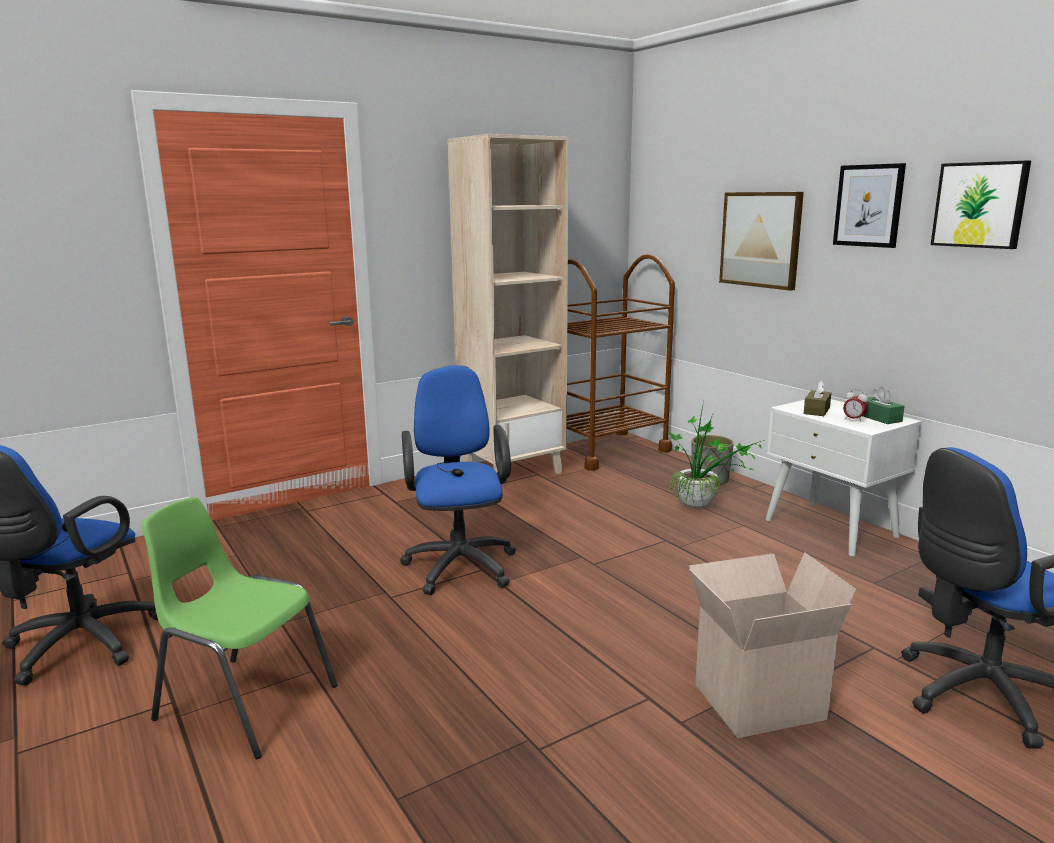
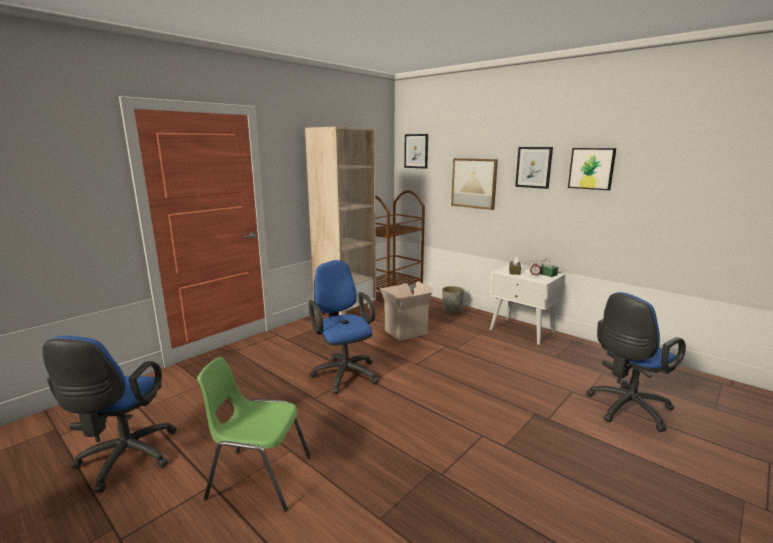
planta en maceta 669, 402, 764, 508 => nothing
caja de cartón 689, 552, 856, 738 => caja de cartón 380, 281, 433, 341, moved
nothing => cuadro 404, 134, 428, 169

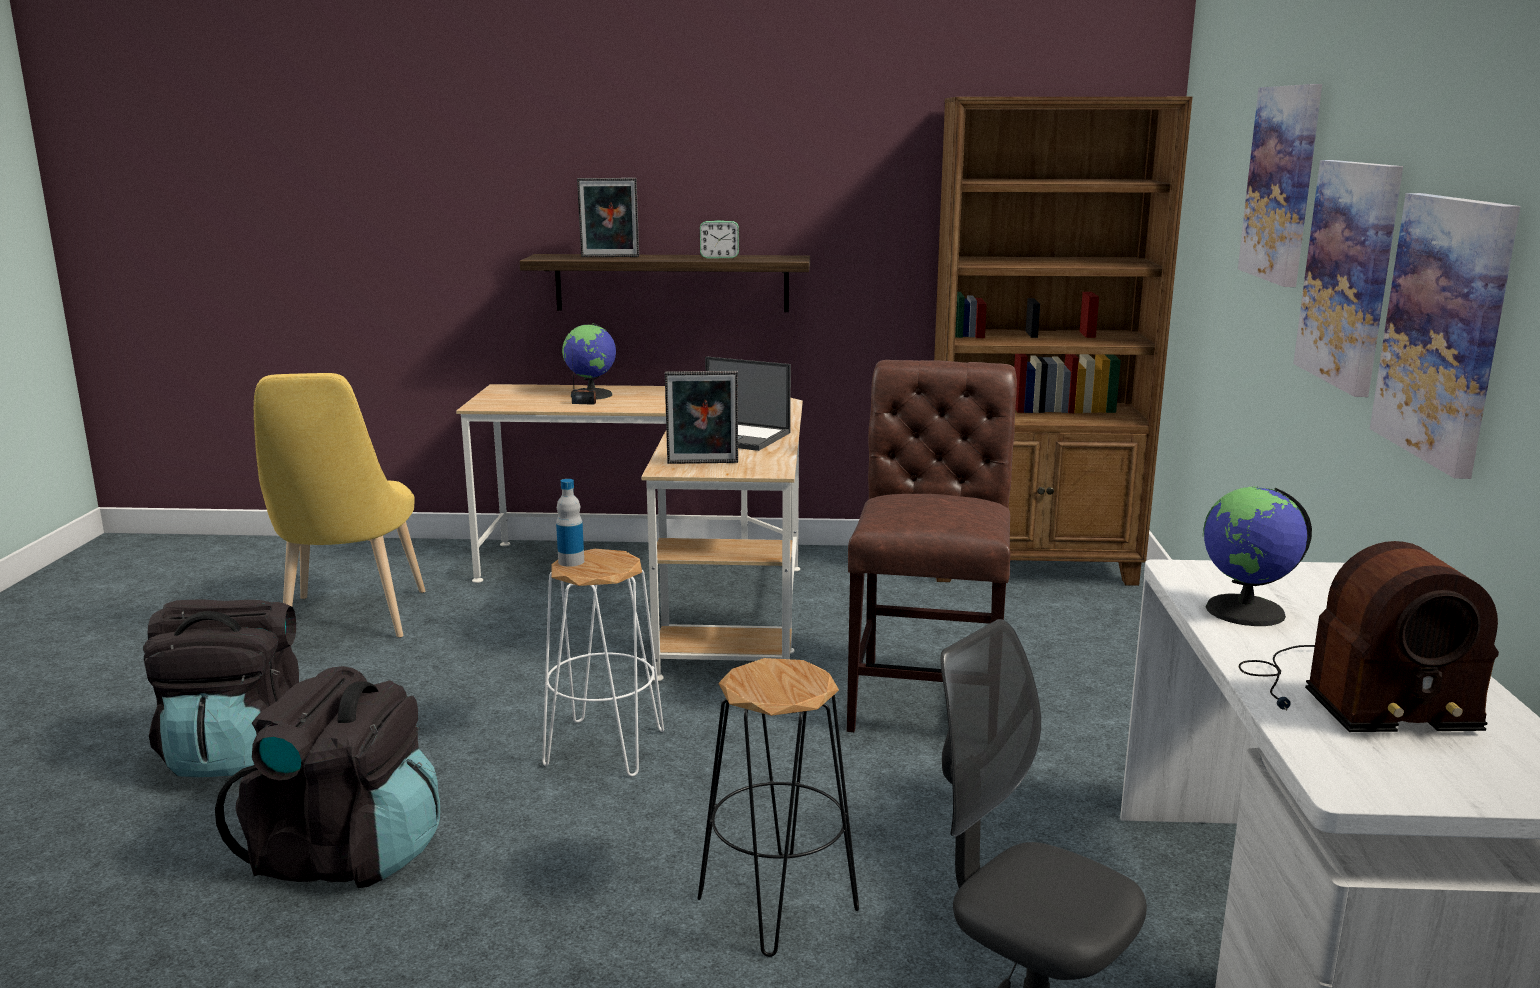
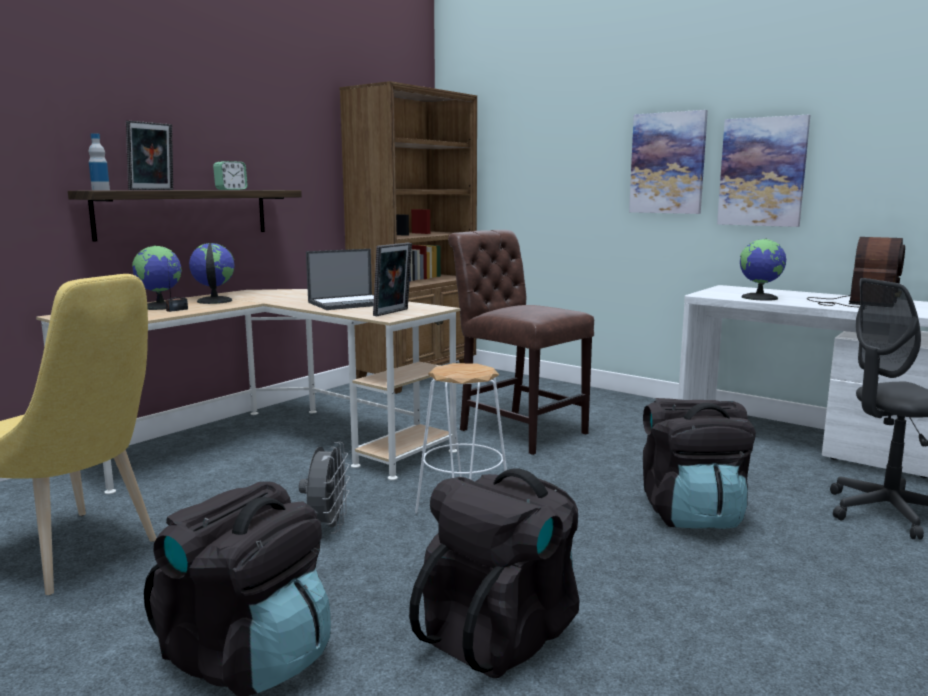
botella 556, 479, 584, 567 => botella 89, 133, 110, 190, moved
taburete/negro 697, 658, 859, 957 => mochila/negro 643, 398, 756, 529
cuadro 1238, 84, 1322, 287 => nothing
nothing => globo terráqueo 189, 243, 234, 304
nothing => ventilador/gris 299, 442, 350, 534

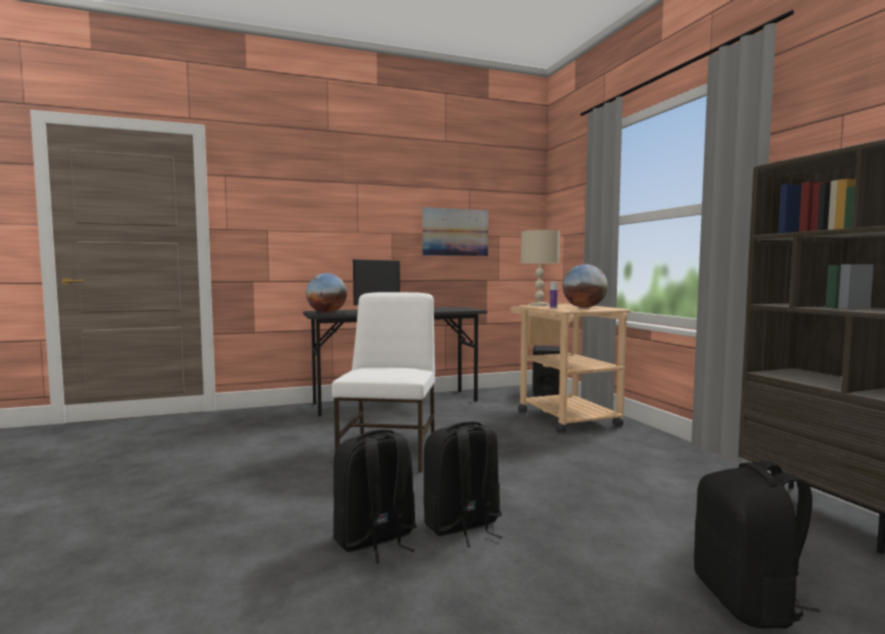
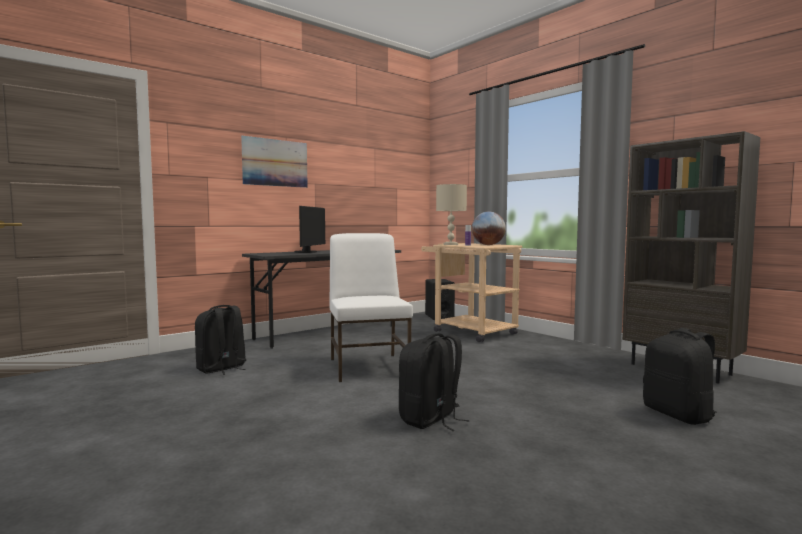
globo terráqueo 306, 273, 347, 313 => nothing
cuadro 422, 207, 488, 256 => cuadro 241, 136, 308, 188, moved
mochila/negro 424, 421, 503, 547 => mochila/negro 195, 305, 247, 375, moved

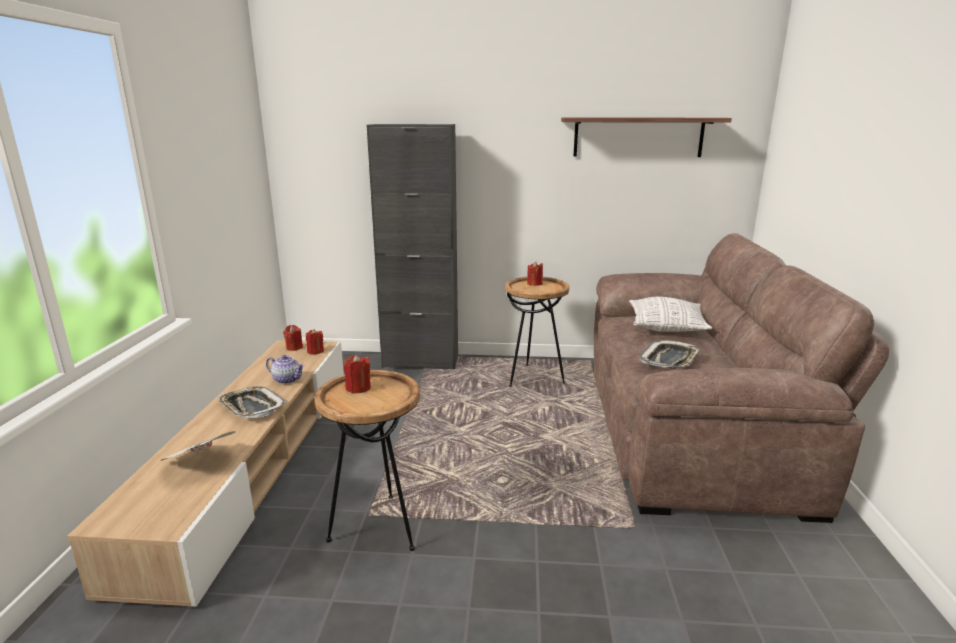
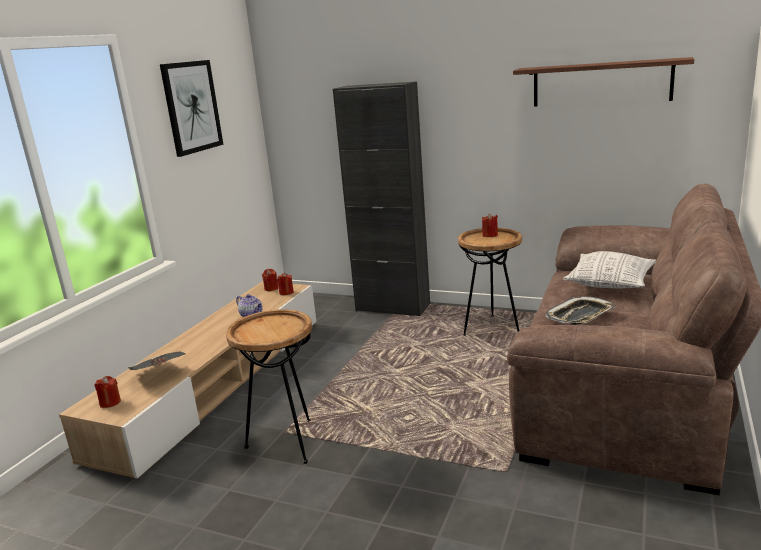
bandeja 217, 386, 286, 418 => nothing
vela/rojo 344, 354, 371, 393 => vela/rojo 95, 376, 121, 408, moved
nothing => cuadro 160, 60, 224, 157

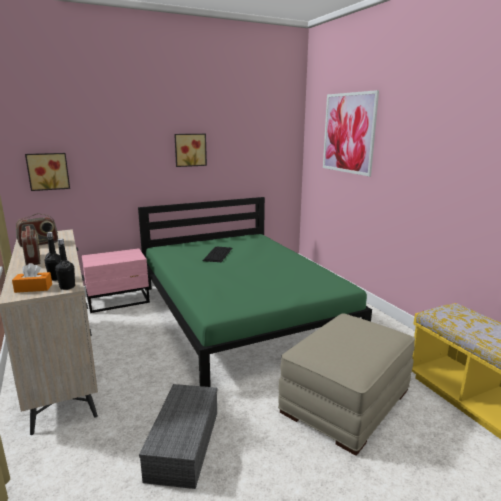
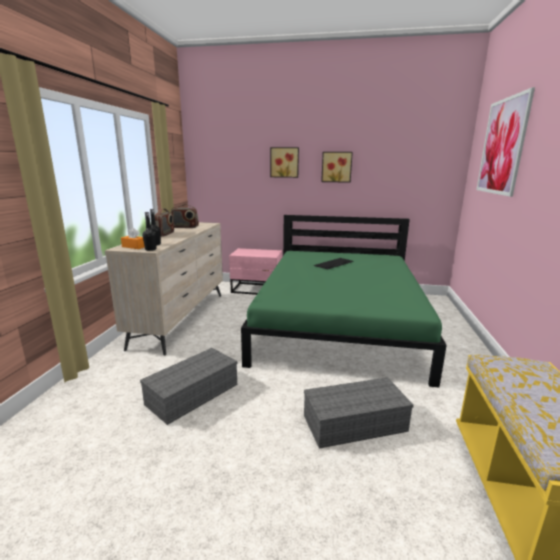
cuadro 25, 153, 70, 191 => cuadro 270, 147, 299, 178, moved
puf/beis 278, 313, 415, 456 => caja de almacenaje/gris 304, 378, 414, 448

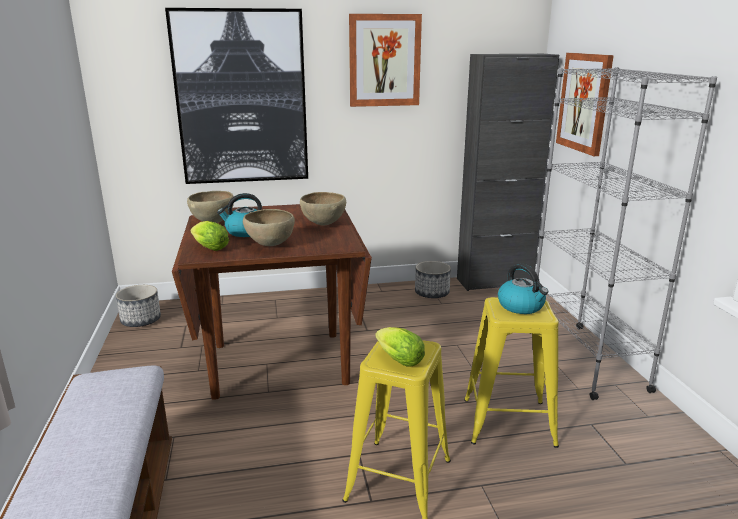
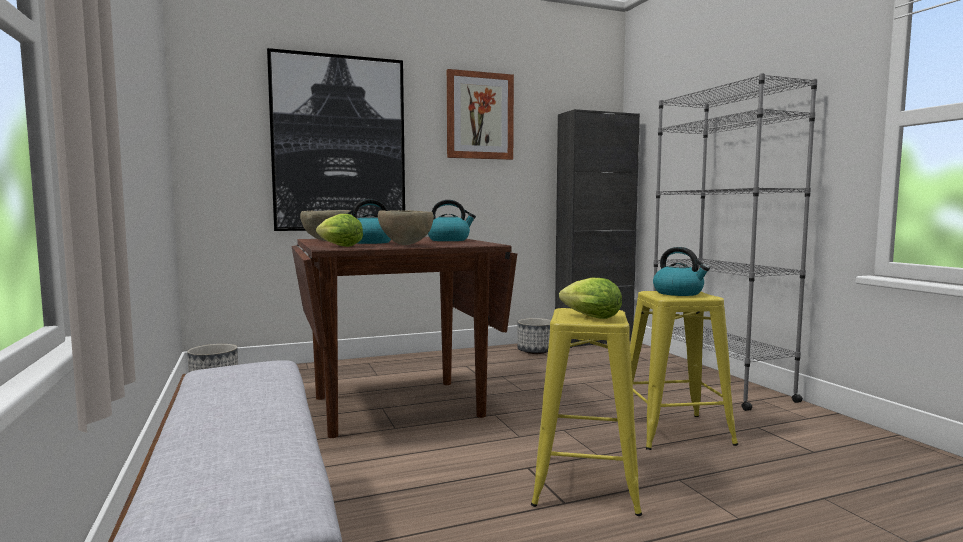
cuenco/marrón 300, 192, 346, 225 => hervidor 428, 200, 476, 241
cuadro 556, 53, 614, 156 => nothing

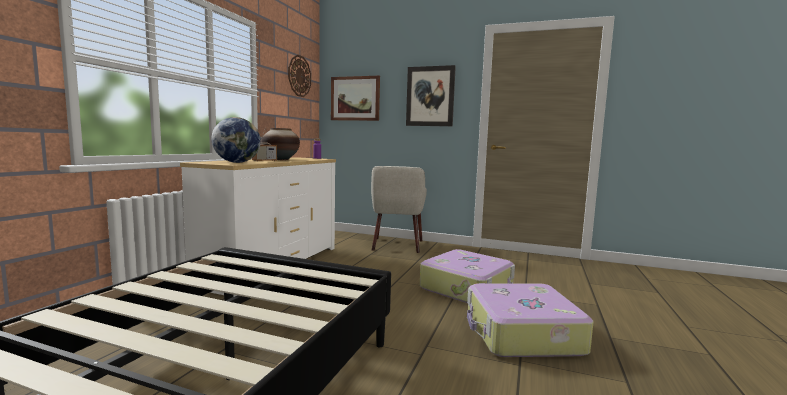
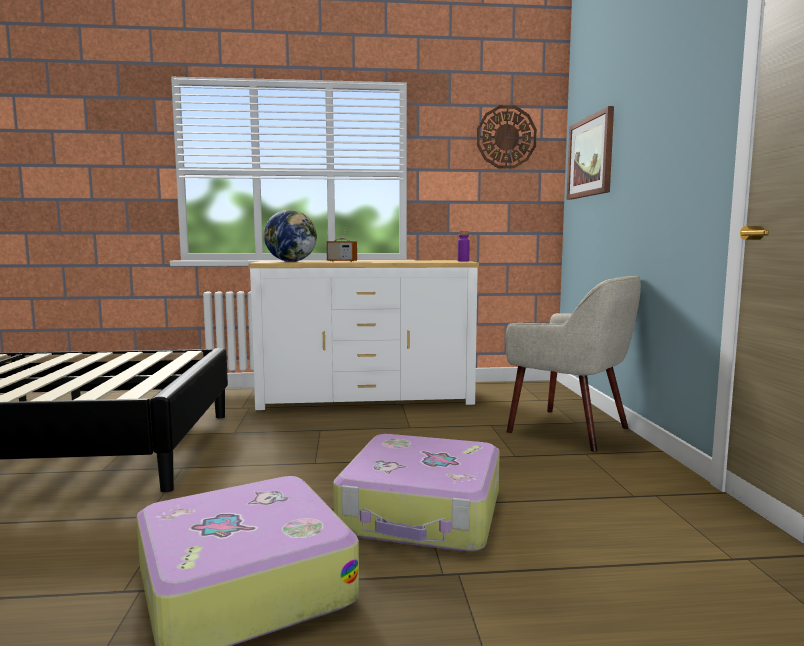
florero 262, 128, 300, 160 => nothing
sillón/beis 371, 166, 427, 253 => sillón/beis 505, 276, 641, 452, 120 degrees counterclockwise
cuadro 406, 65, 456, 126 => nothing

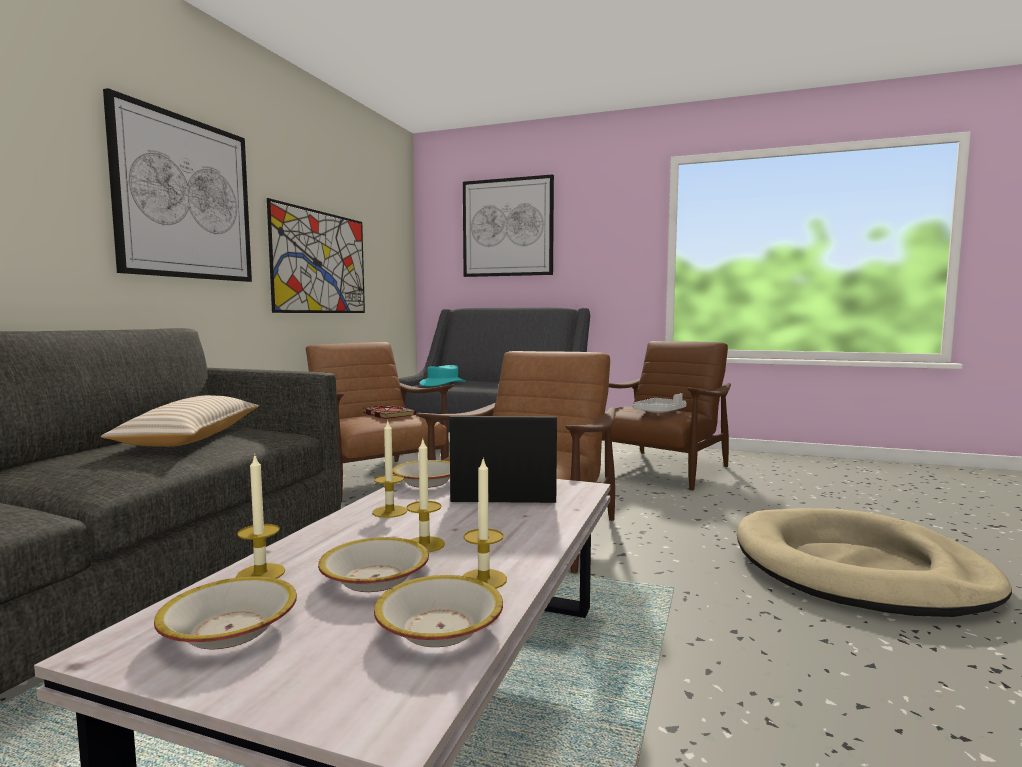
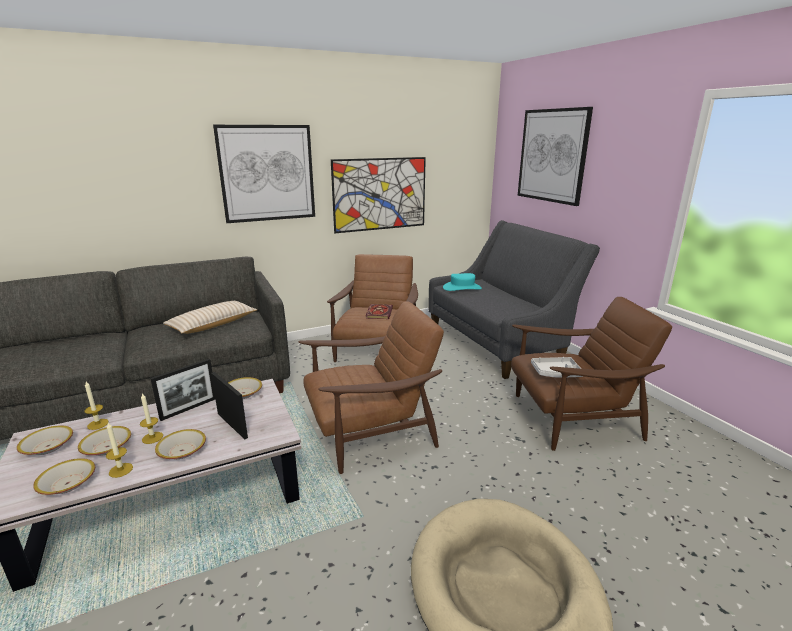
vela 372, 420, 407, 518 => portarretratos 150, 359, 215, 421
nothing => cuenco 155, 429, 206, 459

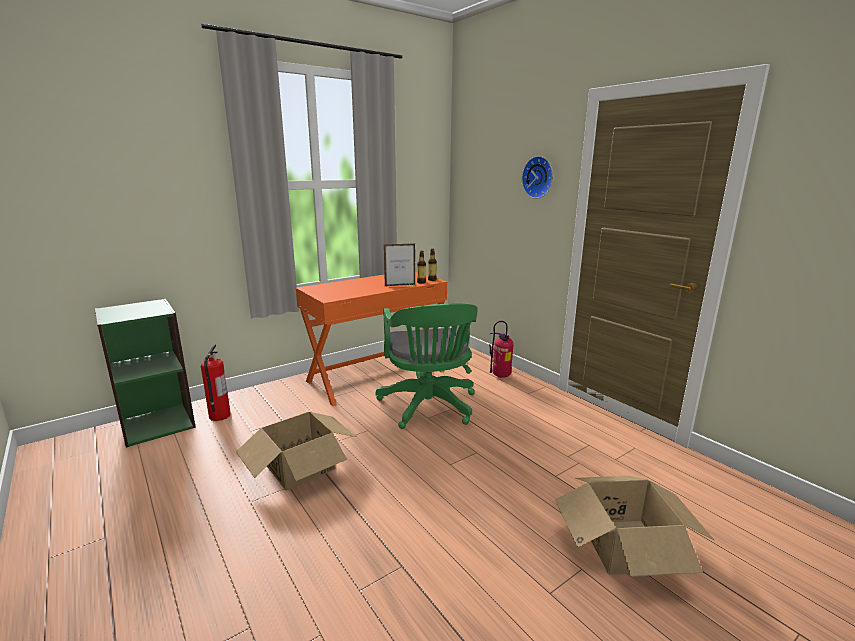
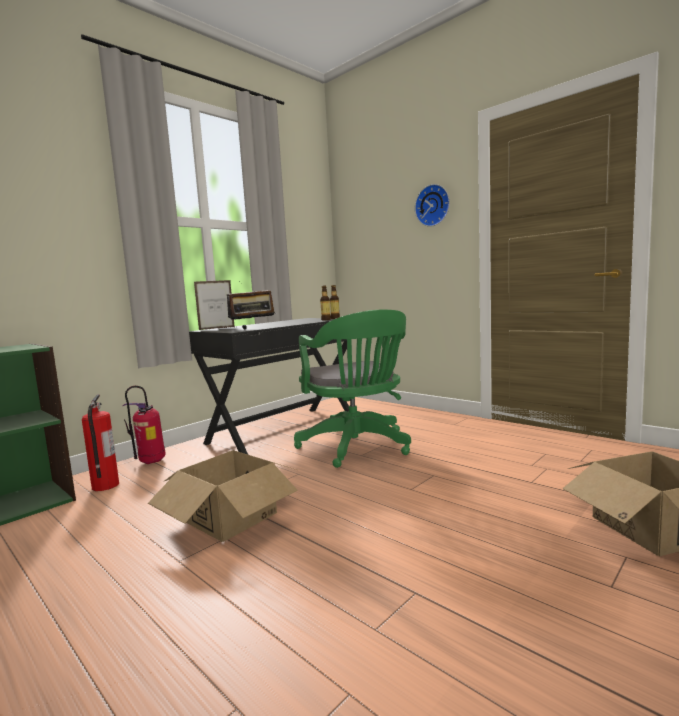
escritorio/naranja 296, 271, 448, 406 => escritorio/negro 189, 318, 349, 454
portarretratos 384, 243, 415, 286 => portarretratos 194, 280, 235, 330, moved
extintor 489, 321, 514, 378 => extintor 123, 386, 166, 464, moved
nothing => radio 227, 281, 275, 330

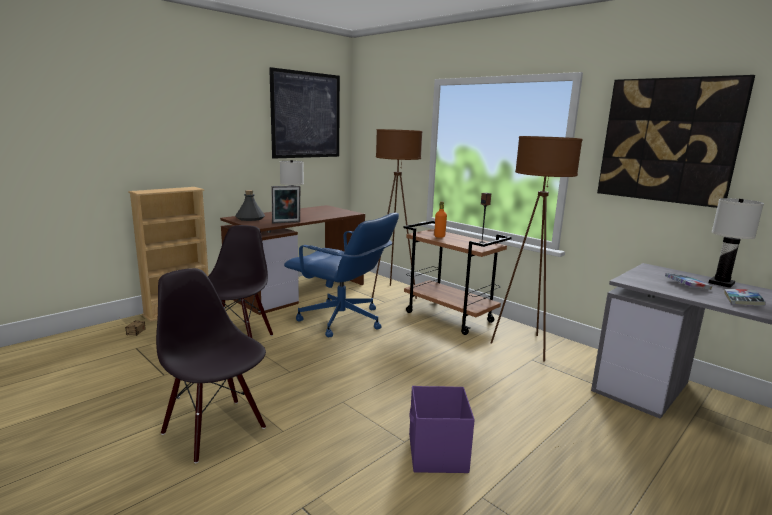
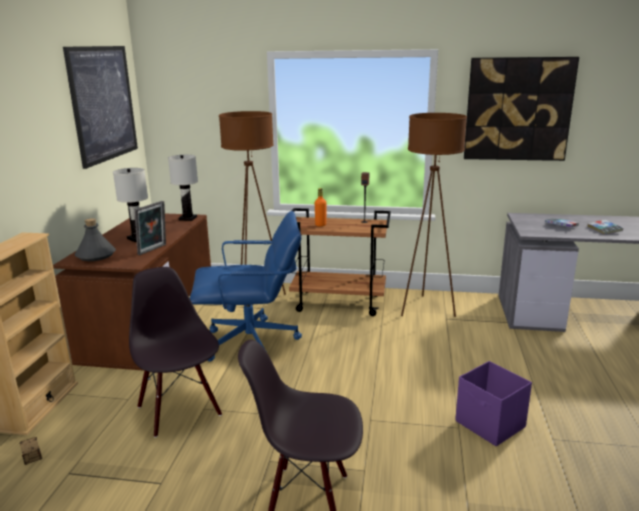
lámpara de mesa/blanco 709, 198, 764, 288 => lámpara de mesa/blanco 168, 155, 198, 221, moved

